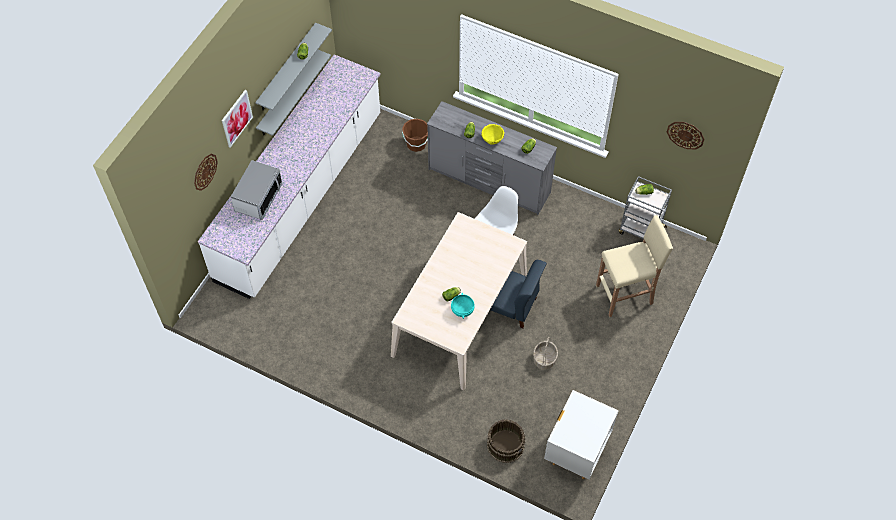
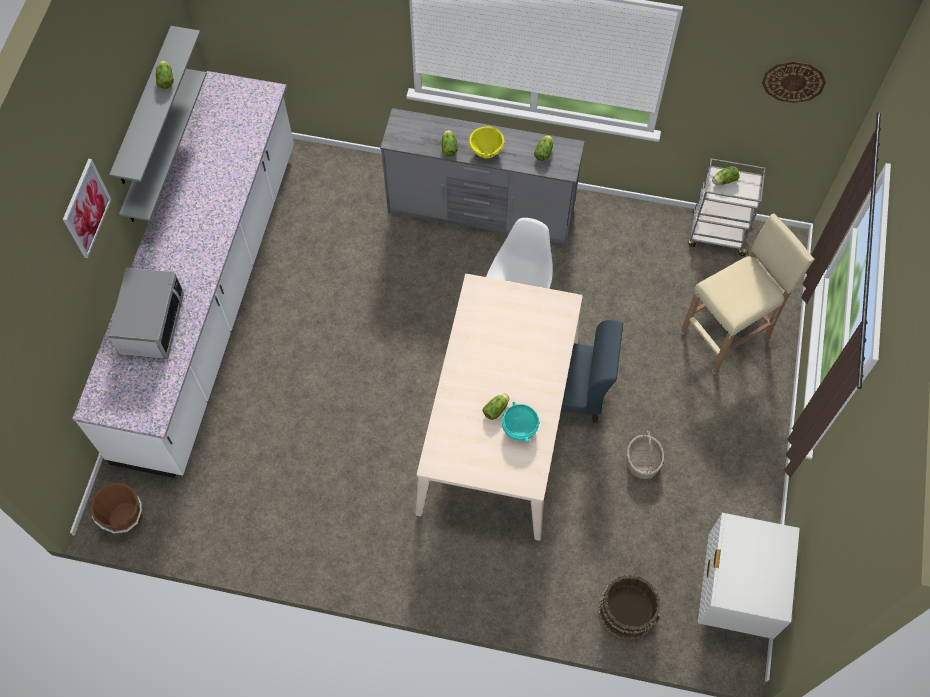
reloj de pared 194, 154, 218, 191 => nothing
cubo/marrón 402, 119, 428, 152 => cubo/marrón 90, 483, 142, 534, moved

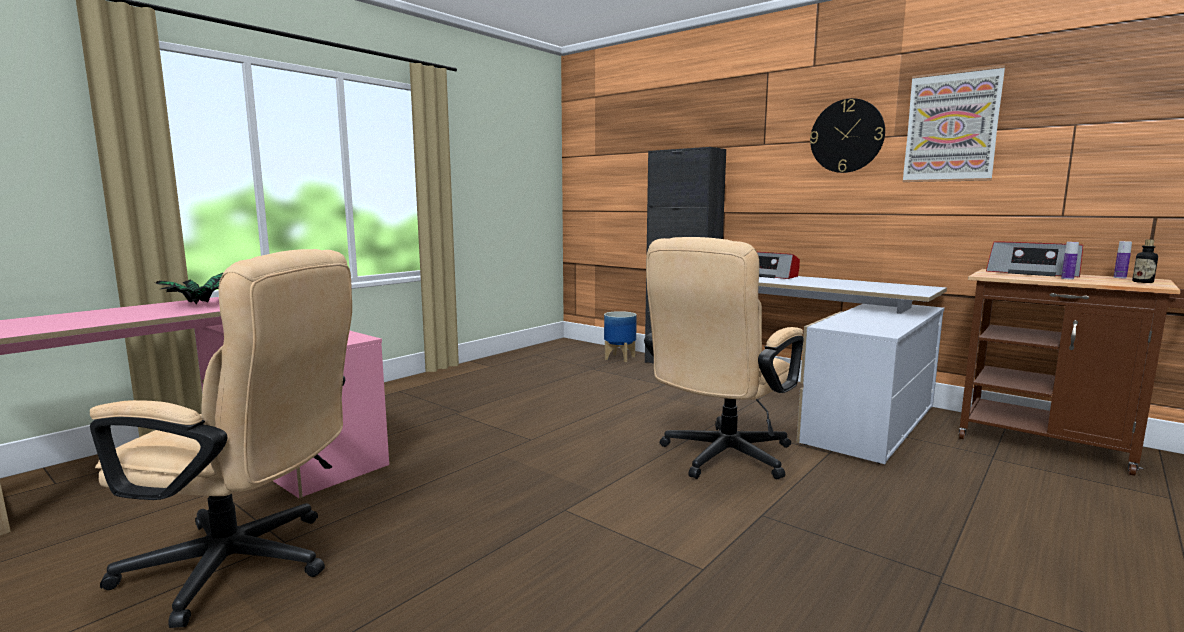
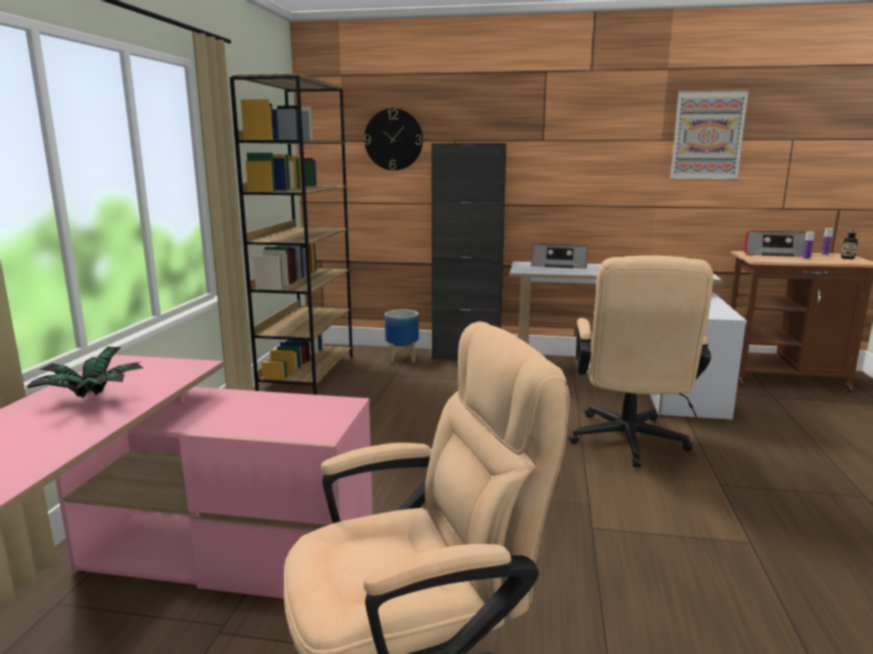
reloj de pared 810, 98, 885, 173 => reloj de pared 364, 108, 423, 171, moved
nothing => estantería/marrón 230, 73, 353, 395

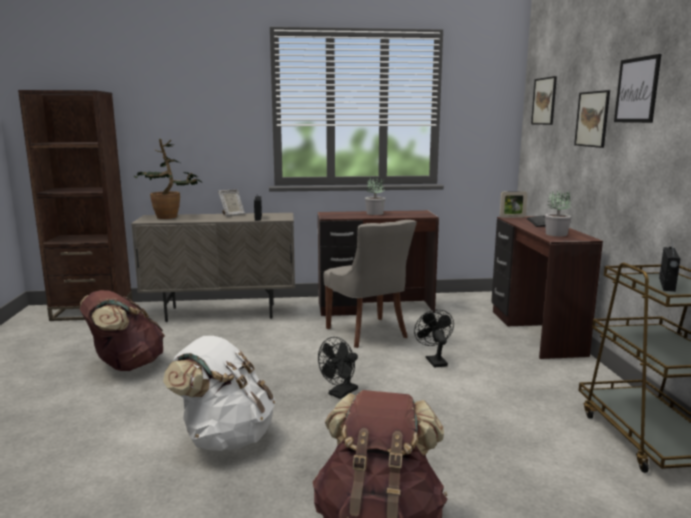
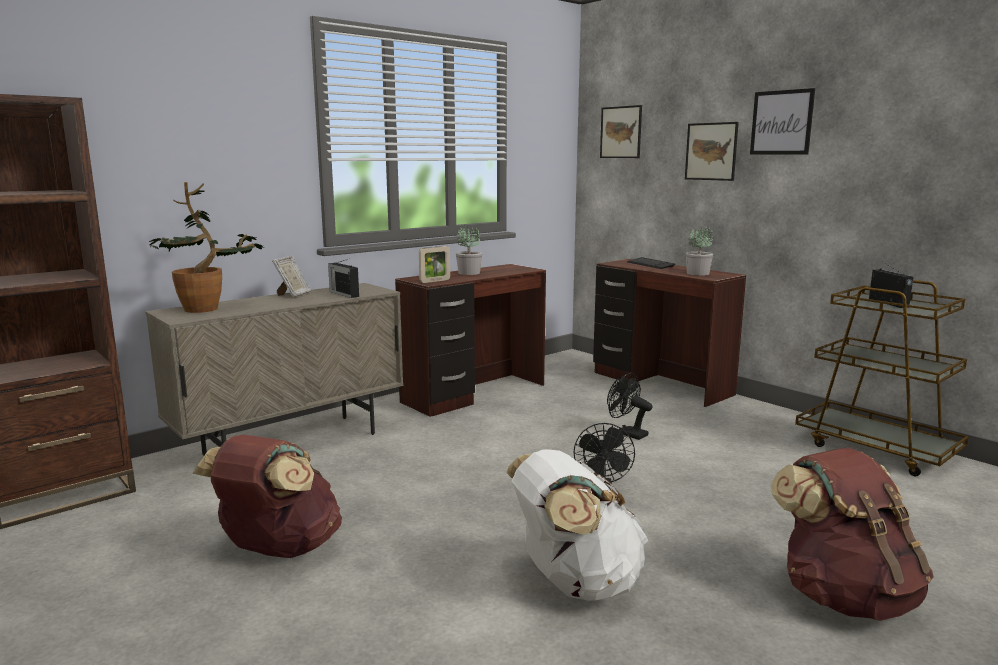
silla/gris 324, 220, 417, 348 => nothing
portarretratos 500, 191, 528, 218 => portarretratos 419, 246, 450, 283, moved

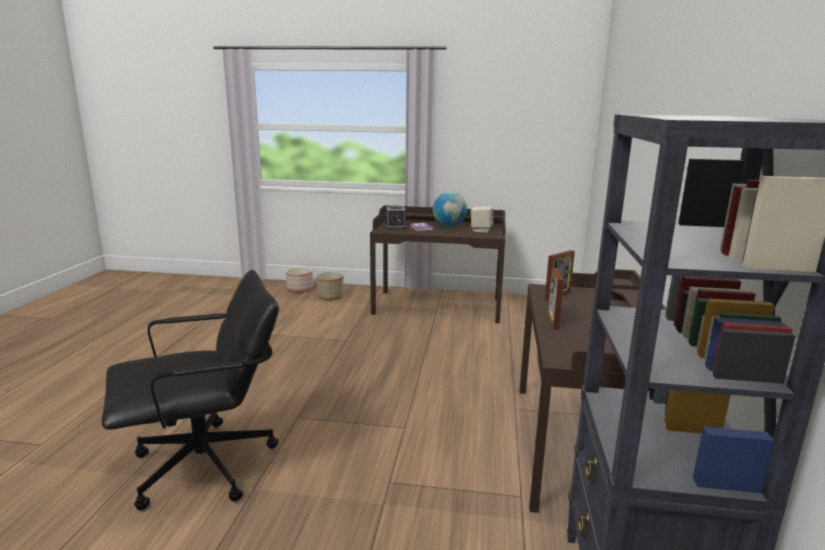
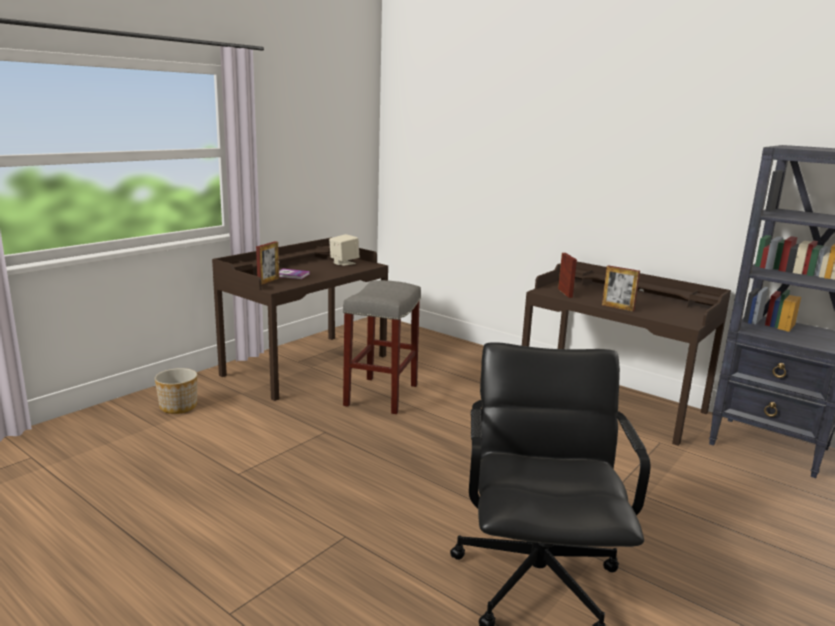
maceta 286, 267, 313, 293 => nothing
despertador 385, 205, 407, 229 => portarretratos 256, 241, 279, 285
globo terráqueo 433, 192, 467, 227 => nothing
nothing => taburete/gris 343, 280, 421, 414

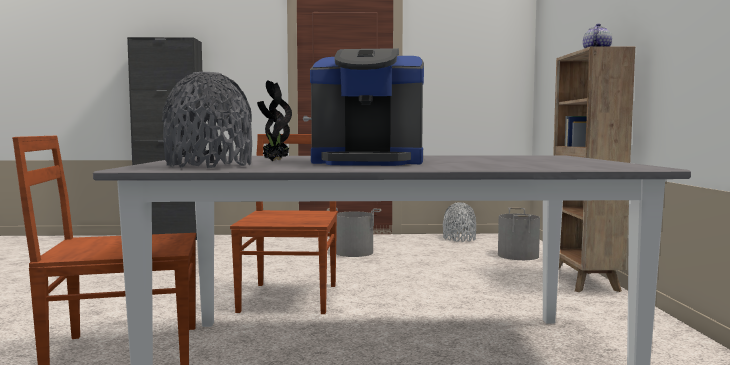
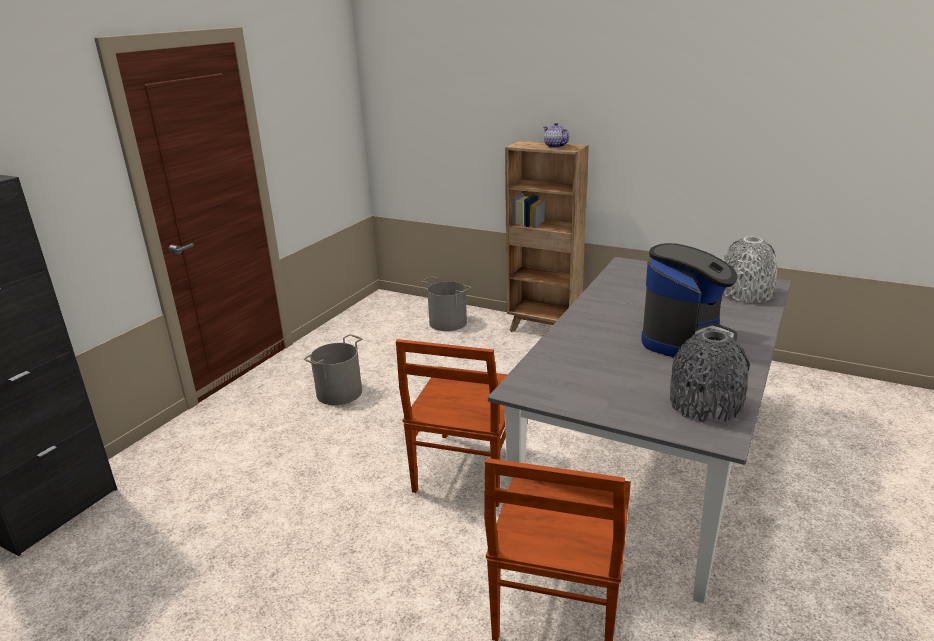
silla/marrón 230, 134, 338, 314 => silla/marrón 396, 339, 508, 507, 105 degrees counterclockwise
planta en maceta 257, 80, 292, 161 => nothing
florero/gris 443, 203, 476, 242 => florero/gris 723, 237, 777, 303, moved

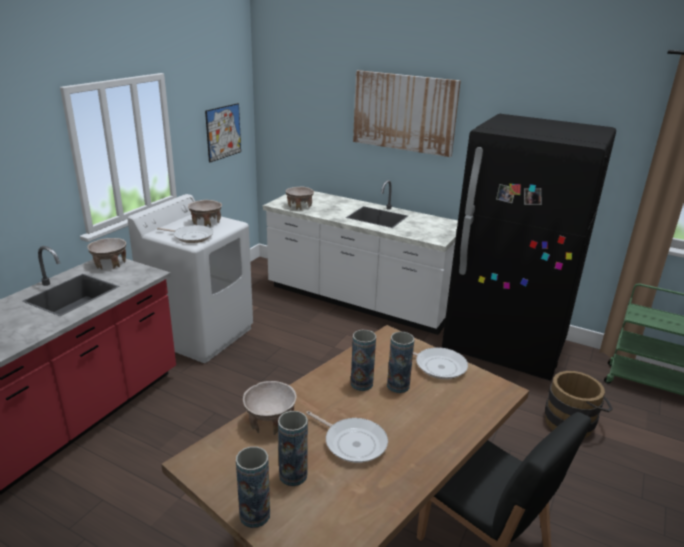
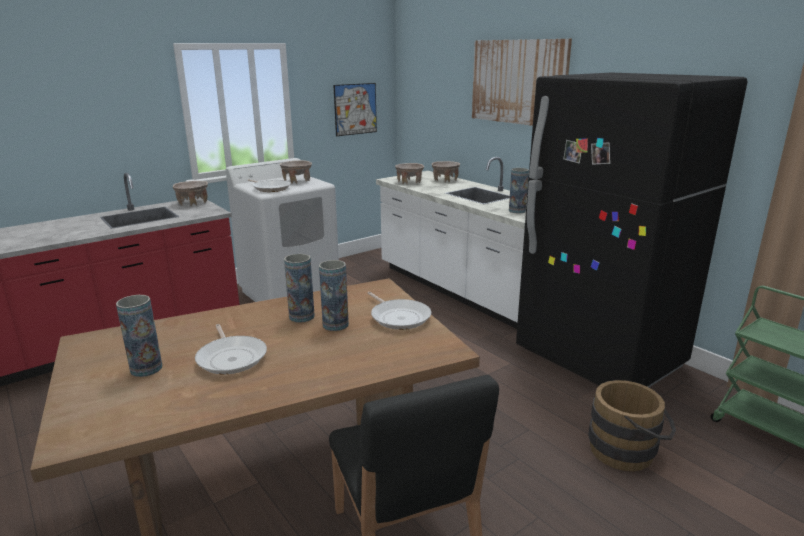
florero 236, 446, 270, 528 => florero 509, 168, 529, 213, moved
cuenco/beis 243, 381, 297, 435 => cuenco/beis 432, 161, 460, 182, moved

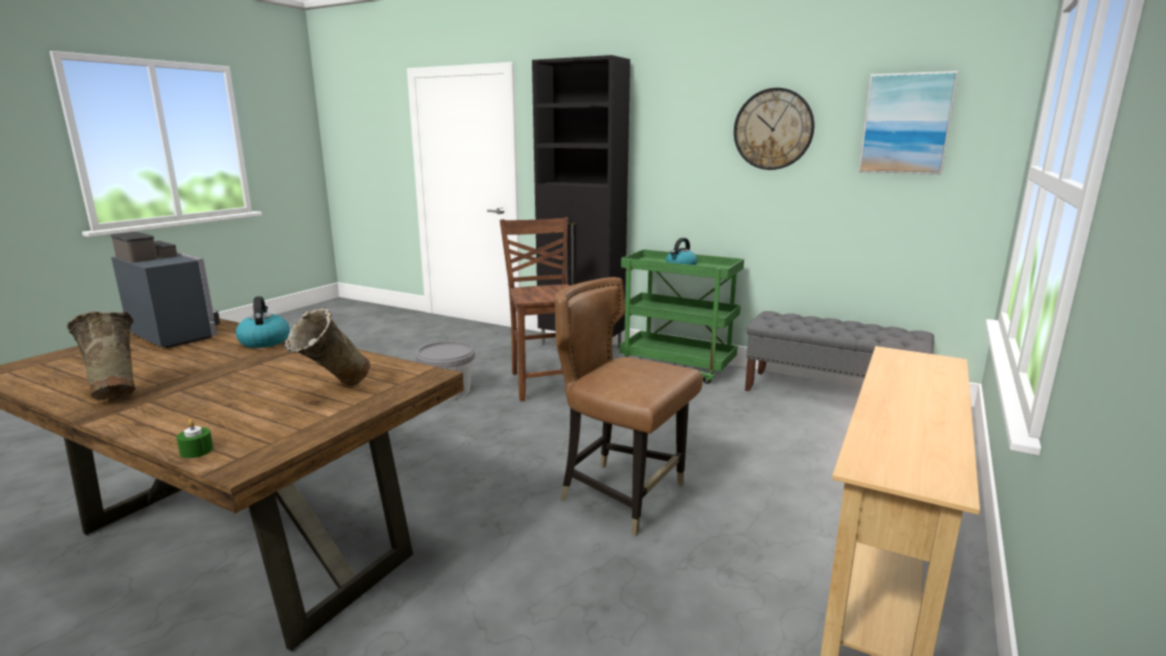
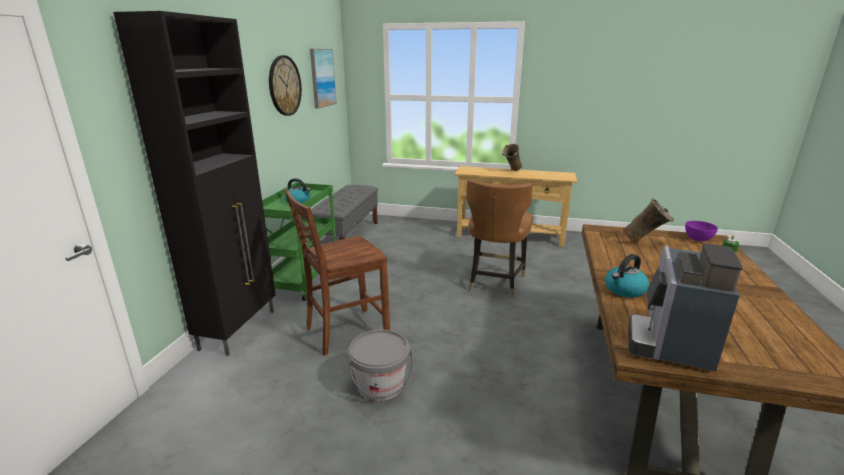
florero/beis 67, 311, 136, 400 => florero/beis 502, 144, 522, 171, moved
nothing => cuenco/morado 685, 221, 718, 241

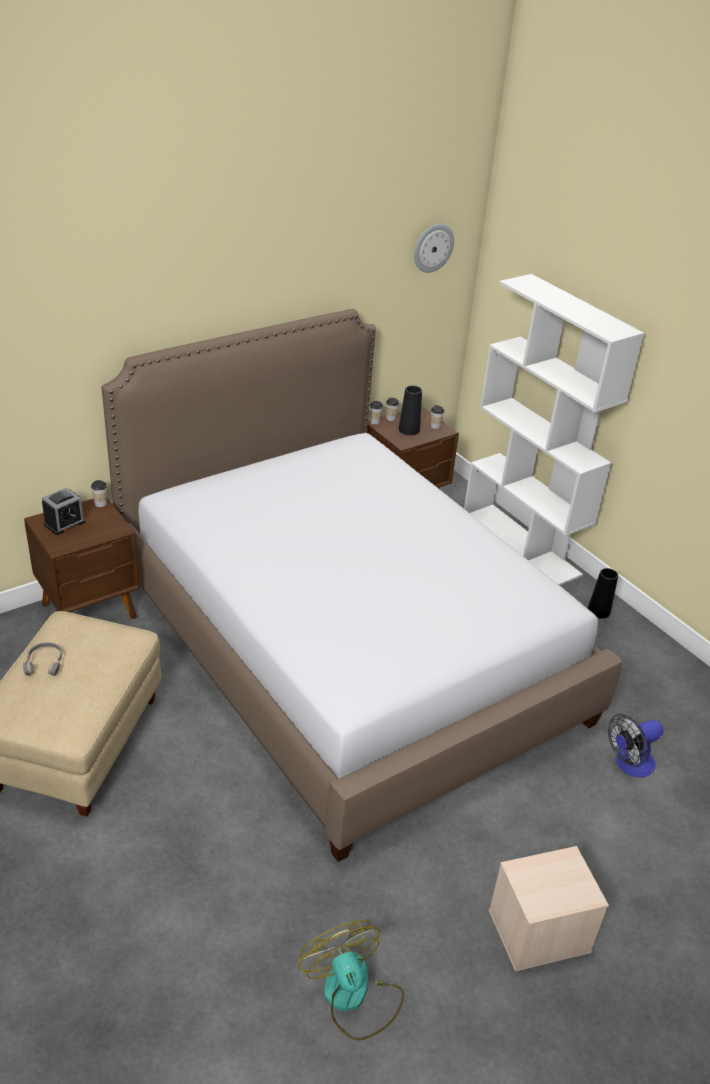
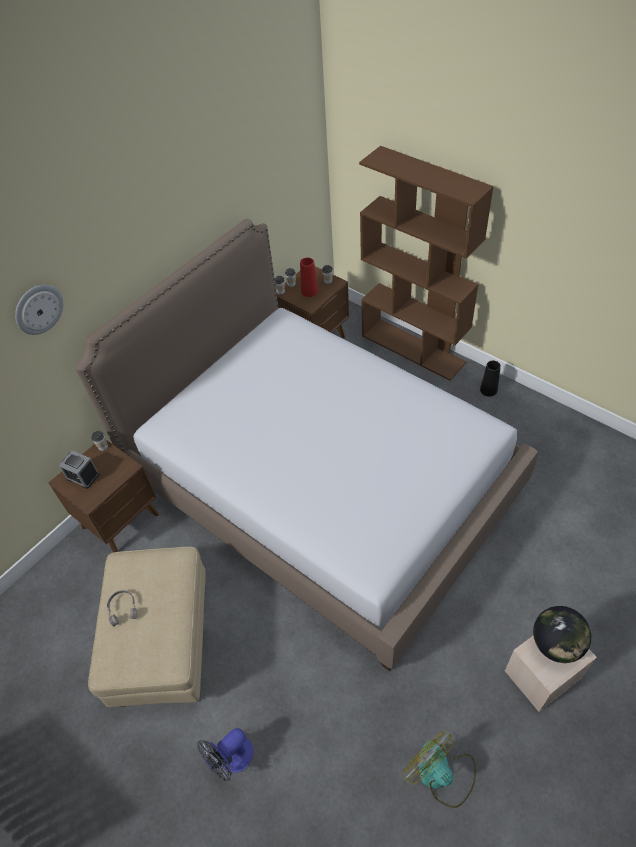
despertador 42, 487, 85, 535 => despertador 59, 450, 100, 489, 90 degrees clockwise
florero/negro 399, 386, 422, 435 => florero/rojo 300, 258, 318, 297
reloj de pared 414, 224, 454, 273 => reloj de pared 15, 285, 63, 335, moved
estantería/blanco 464, 274, 644, 585 => estantería/marrón 359, 146, 494, 381
ventilador 608, 714, 663, 777 => ventilador 197, 728, 254, 781, moved
nothing => globo terráqueo 533, 606, 591, 663

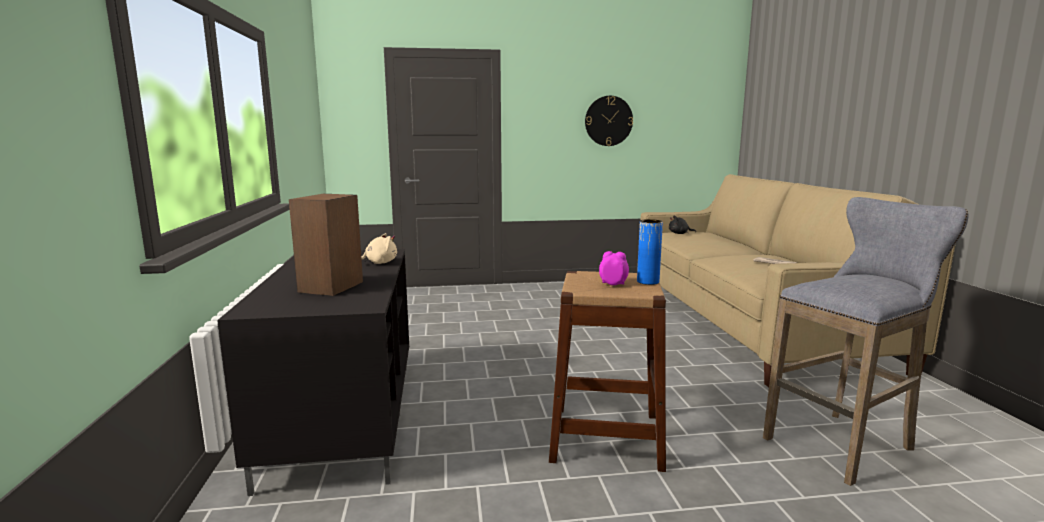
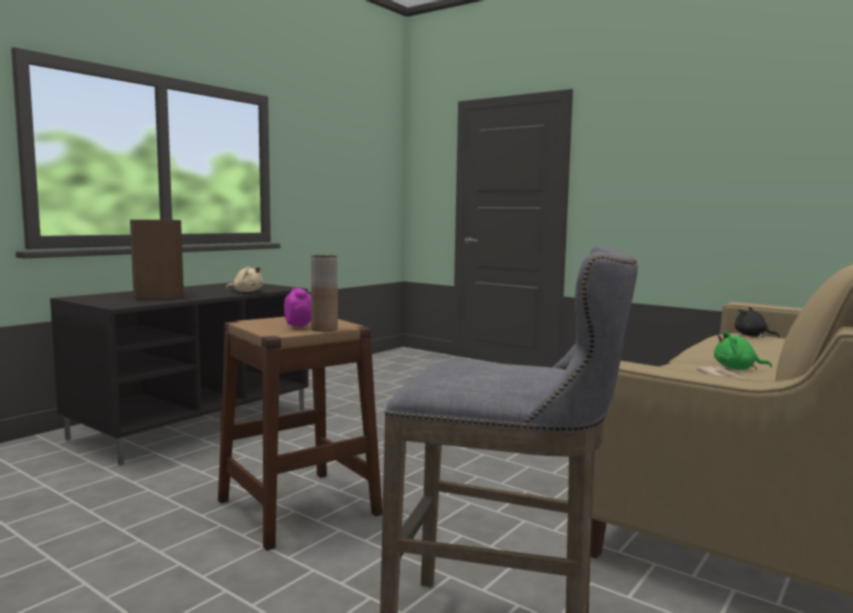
reloj de pared 585, 96, 633, 146 => nothing
florero/azul 637, 219, 663, 285 => florero/marrón 311, 255, 338, 331
nothing => peluche/verde 714, 331, 772, 369

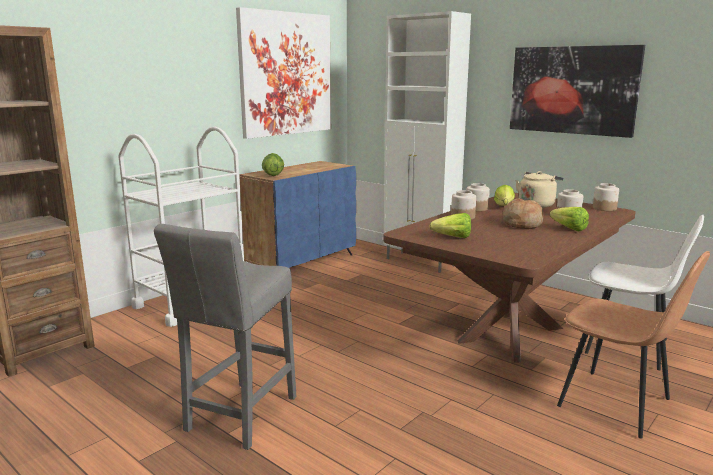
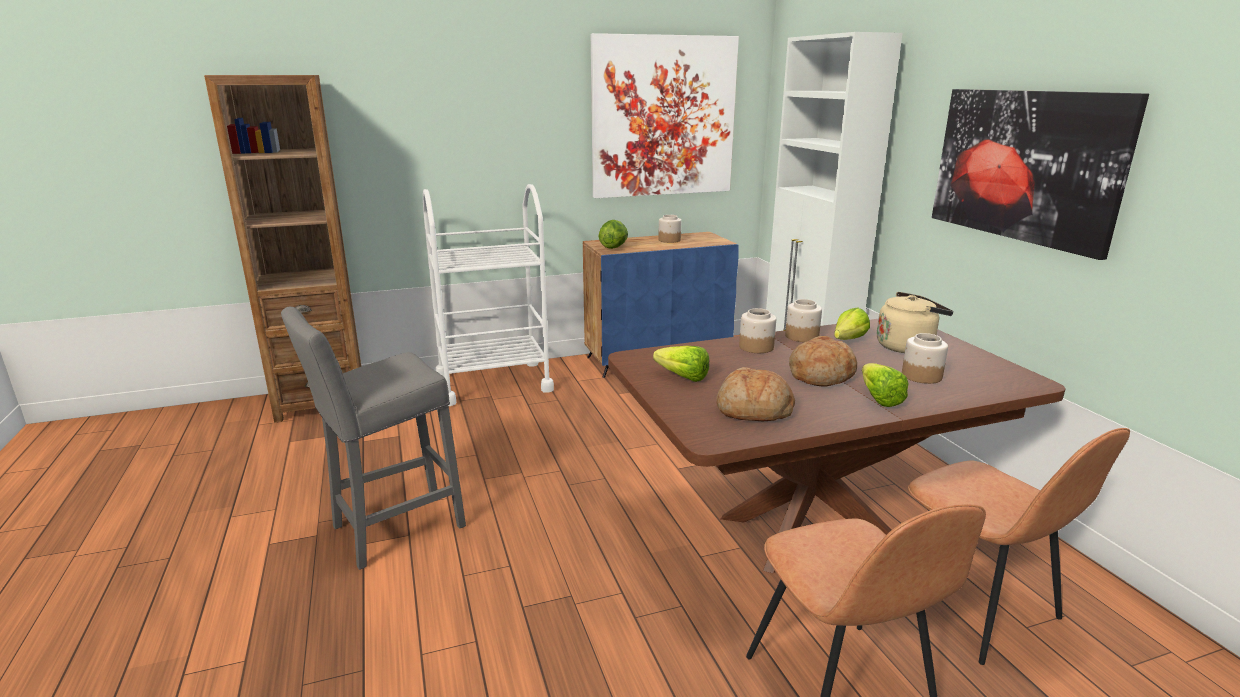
silla/blanco 585, 215, 704, 370 => silla/marrón 908, 428, 1130, 665
tarro 593, 183, 619, 211 => tarro 658, 215, 681, 243, moved
nothing => pan 716, 367, 795, 421

